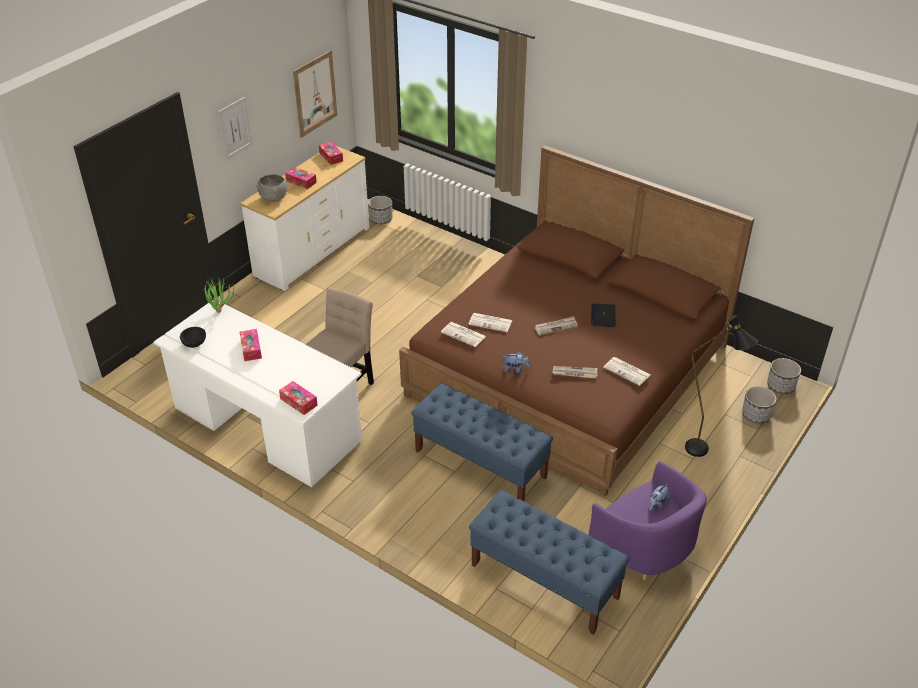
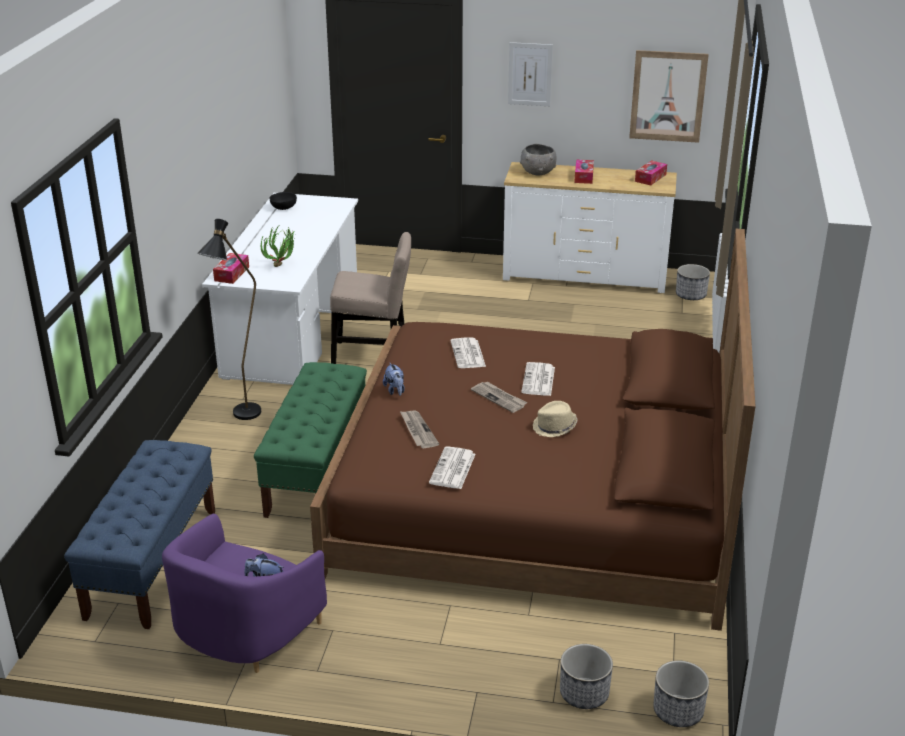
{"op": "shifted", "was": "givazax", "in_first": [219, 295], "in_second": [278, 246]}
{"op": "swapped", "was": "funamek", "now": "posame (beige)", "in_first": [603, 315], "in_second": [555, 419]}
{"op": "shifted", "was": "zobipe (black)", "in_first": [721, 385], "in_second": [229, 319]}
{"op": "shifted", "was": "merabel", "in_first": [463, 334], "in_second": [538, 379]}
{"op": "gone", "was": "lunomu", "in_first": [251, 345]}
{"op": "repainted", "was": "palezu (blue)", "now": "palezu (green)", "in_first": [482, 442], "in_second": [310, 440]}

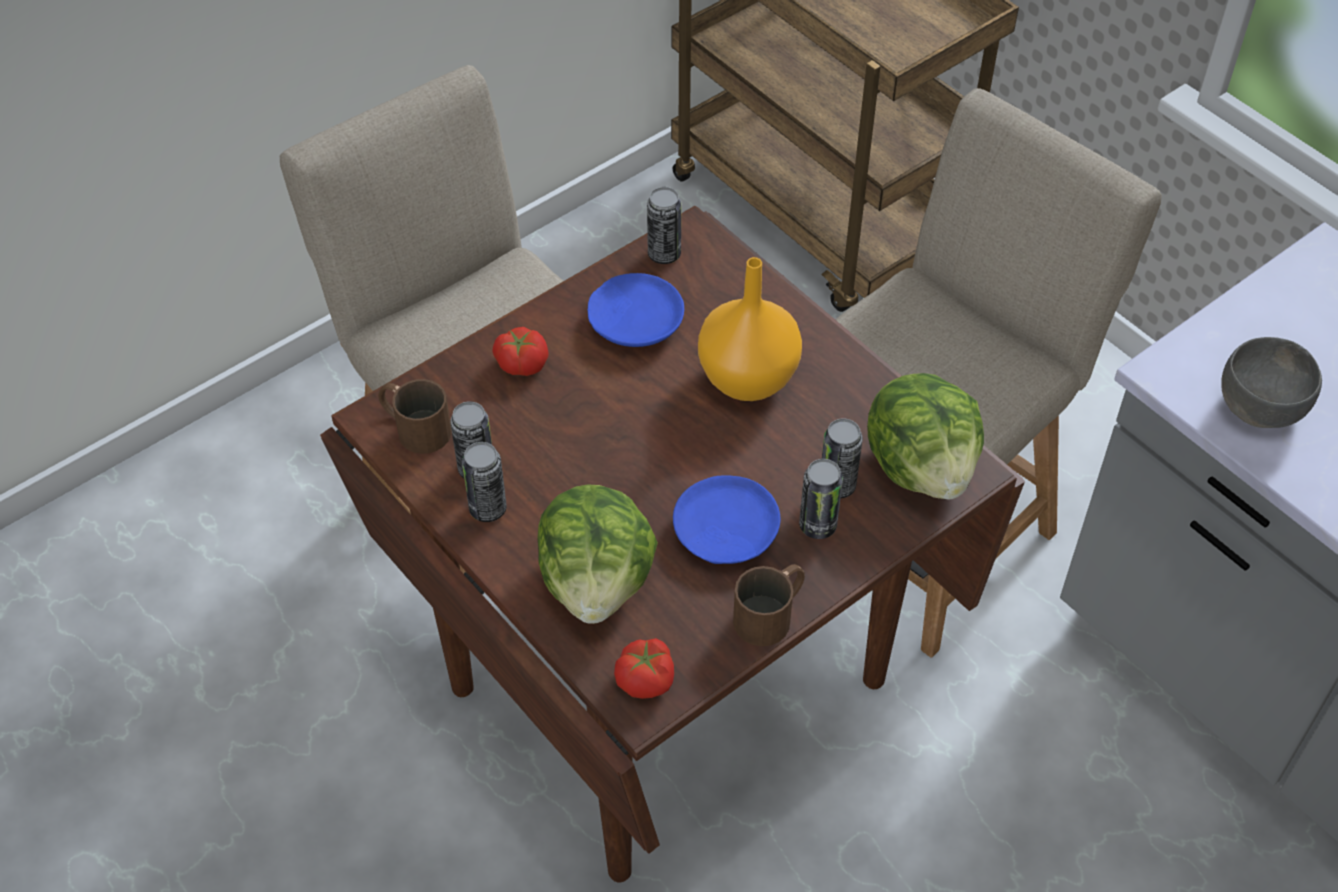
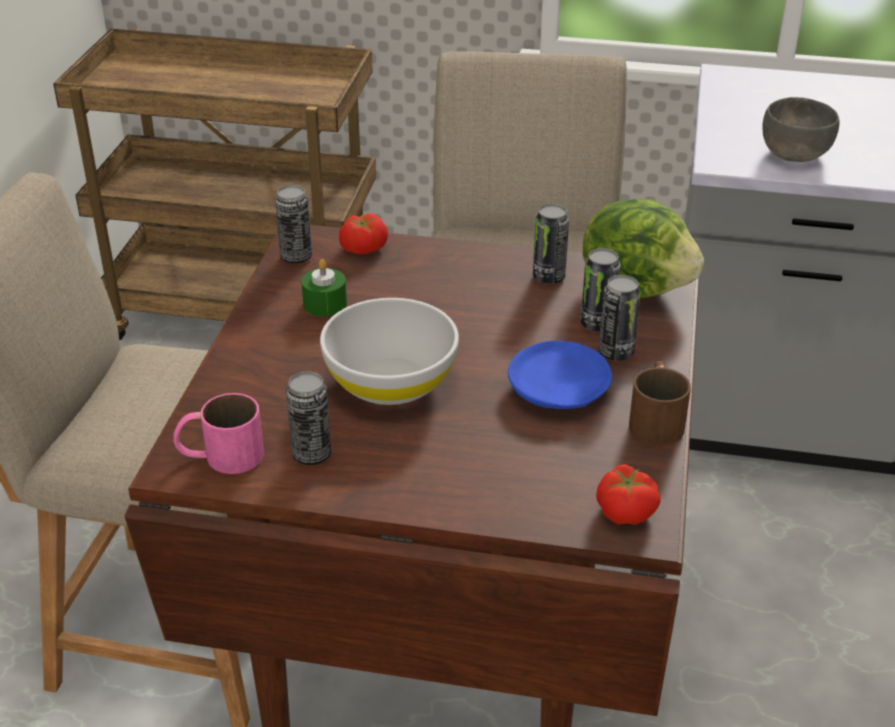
{"op": "gone", "was": "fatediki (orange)", "in_first": [750, 329]}
{"op": "swapped", "was": "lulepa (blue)", "now": "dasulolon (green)", "in_first": [636, 310], "in_second": [324, 288]}
{"op": "shifted", "was": "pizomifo", "in_first": [520, 351], "in_second": [363, 234]}
{"op": "repainted", "was": "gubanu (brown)", "now": "gubanu (pink)", "in_first": [414, 416], "in_second": [218, 433]}
{"op": "shifted", "was": "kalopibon", "in_first": [484, 482], "in_second": [551, 244]}
{"op": "gone", "was": "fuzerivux", "in_first": [597, 554]}
{"op": "new", "now": "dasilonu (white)", "in_second": [389, 351]}

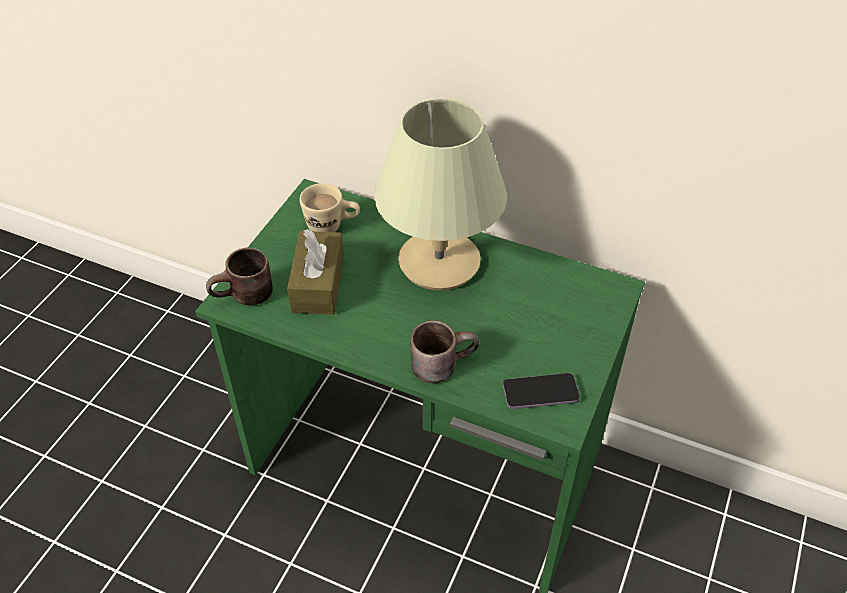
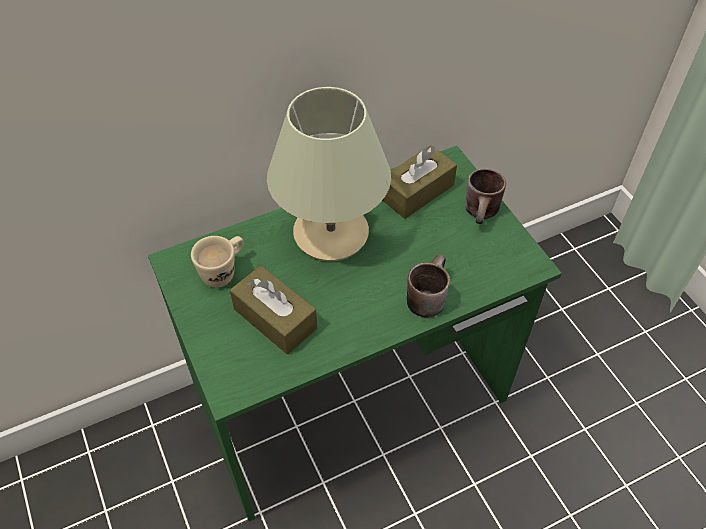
{"op": "shifted", "was": "gubanu (brown)", "in_first": [239, 276], "in_second": [485, 196]}
{"op": "gone", "was": "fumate", "in_first": [541, 391]}
{"op": "new", "now": "lunomu (brown)", "in_second": [419, 182]}

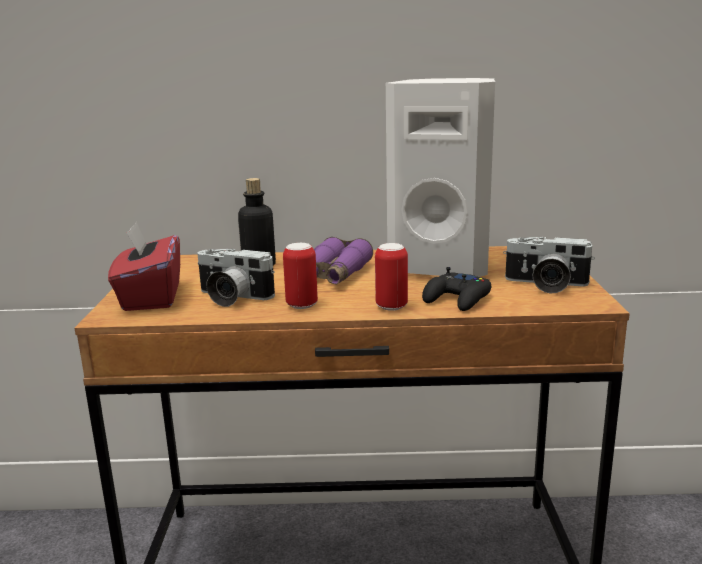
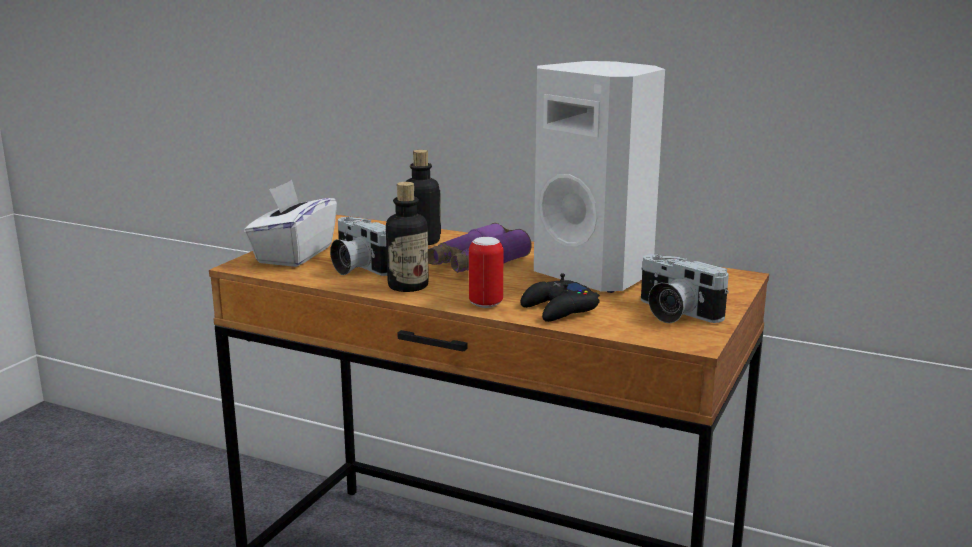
{"op": "repainted", "was": "lunomu (red)", "now": "lunomu (white)", "in_first": [144, 266], "in_second": [290, 223]}
{"op": "swapped", "was": "kalopibon", "now": "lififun", "in_first": [300, 276], "in_second": [407, 237]}

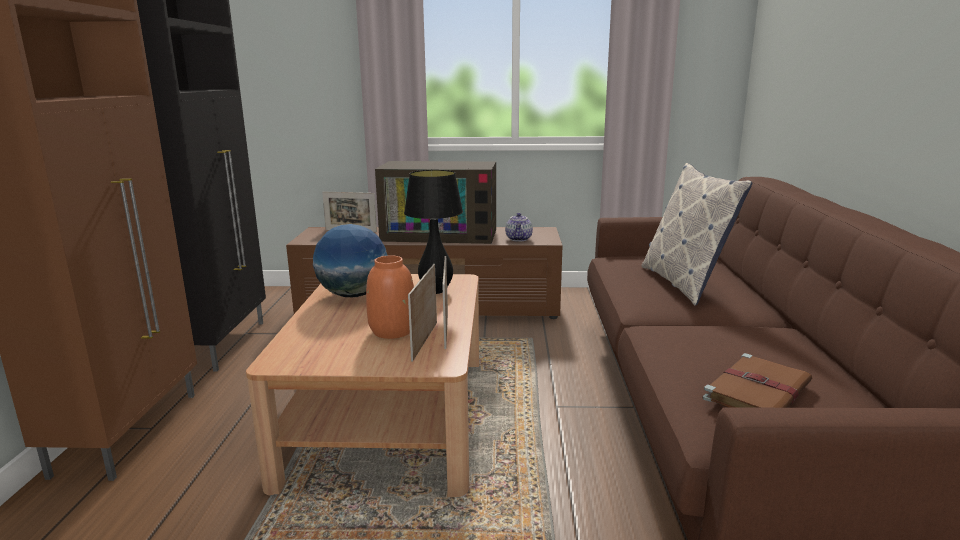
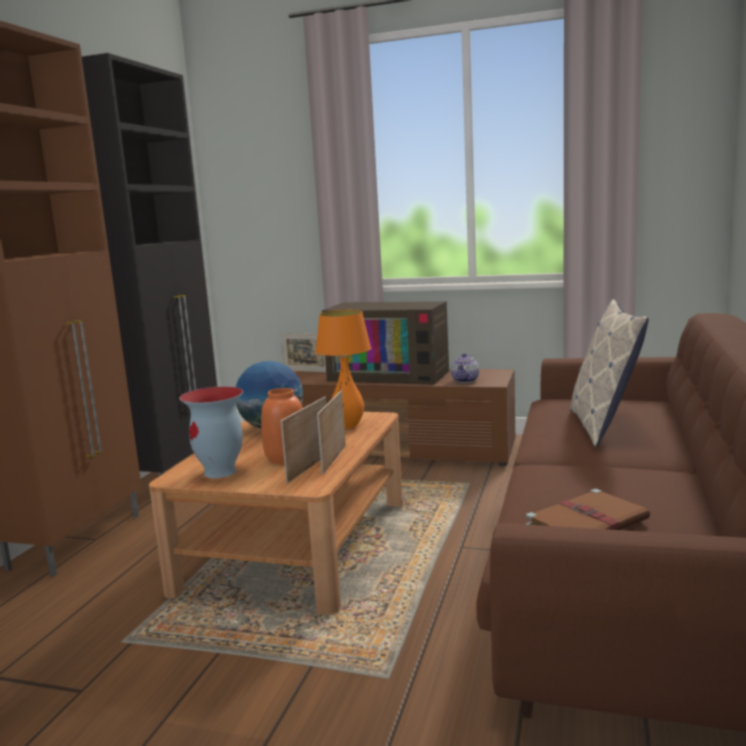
{"op": "repainted", "was": "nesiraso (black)", "now": "nesiraso (orange)", "in_first": [433, 232], "in_second": [343, 369]}
{"op": "new", "now": "fatediki", "in_second": [211, 432]}

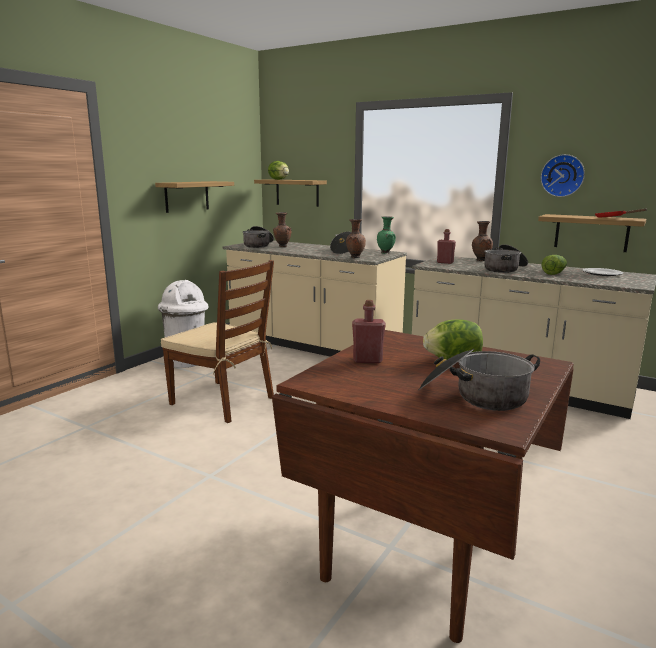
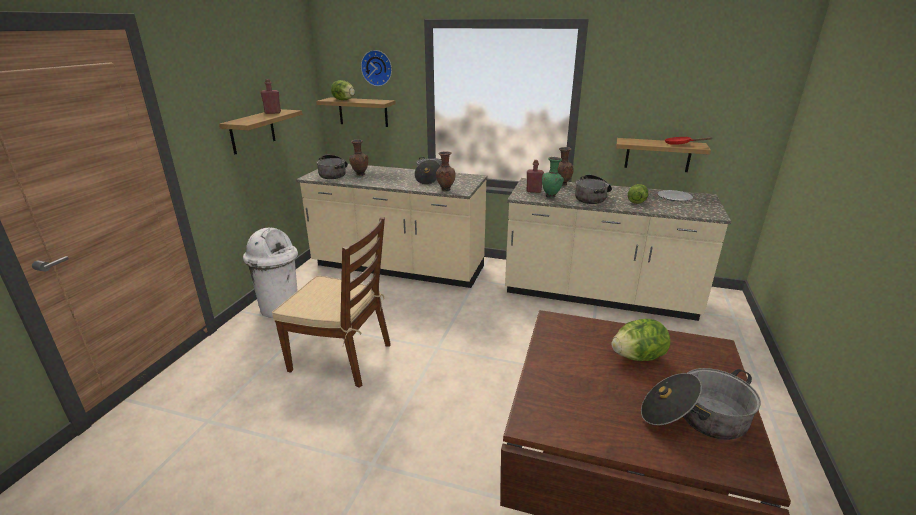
{"op": "shifted", "was": "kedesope", "in_first": [563, 175], "in_second": [376, 68]}
{"op": "shifted", "was": "fatediki (green)", "in_first": [386, 235], "in_second": [553, 177]}
{"op": "shifted", "was": "lififun (red)", "in_first": [369, 331], "in_second": [270, 96]}

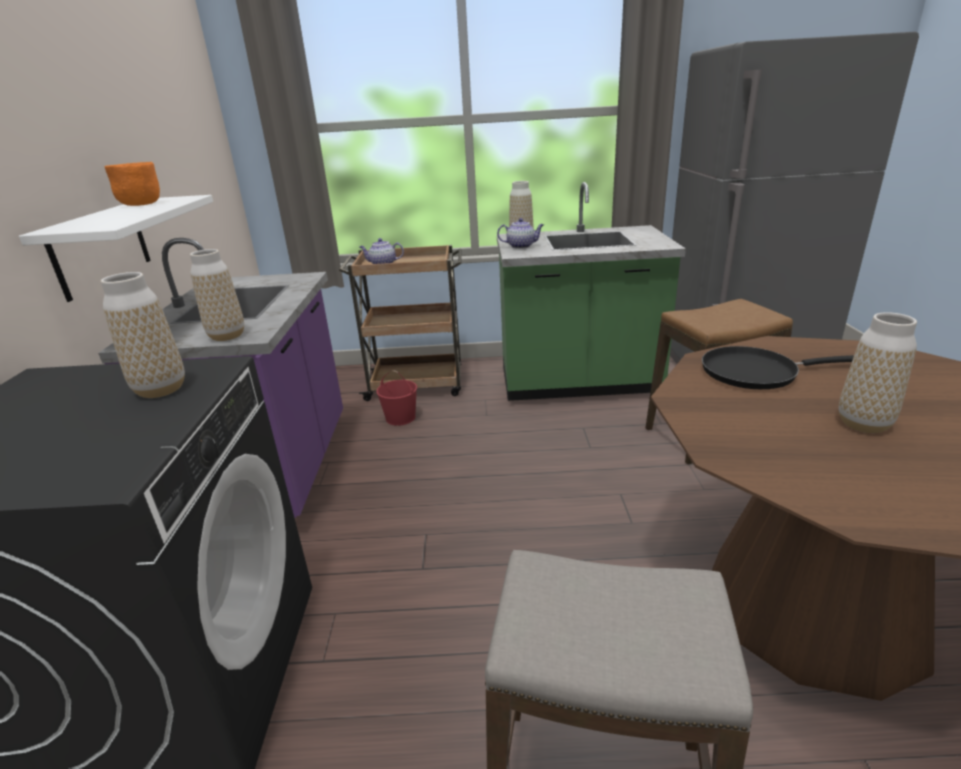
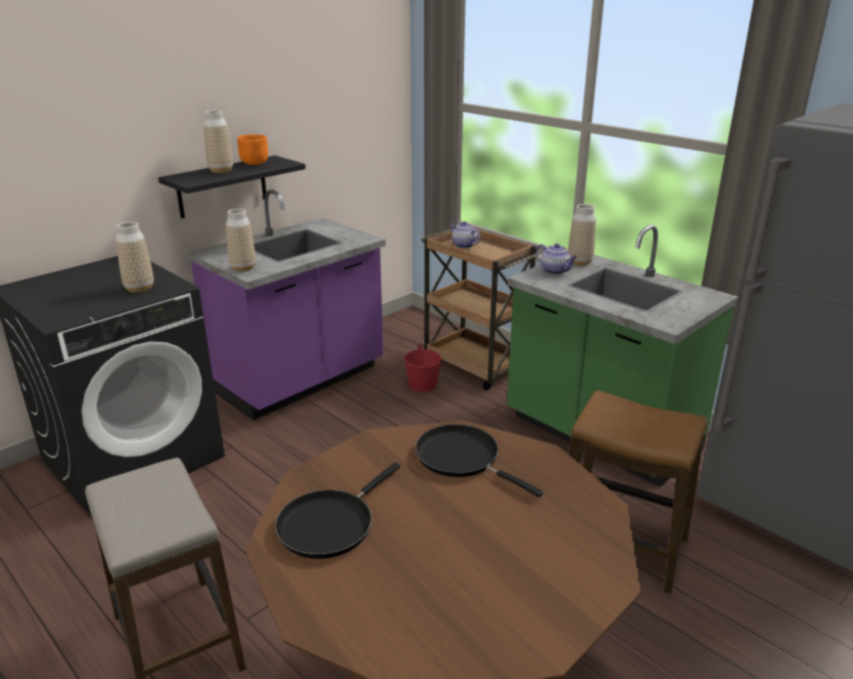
{"op": "repainted", "was": "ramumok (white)", "now": "ramumok (black)", "in_first": [116, 248], "in_second": [232, 186]}
{"op": "shifted", "was": "fatediki", "in_first": [878, 372], "in_second": [218, 141]}
{"op": "new", "now": "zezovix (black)", "in_second": [337, 511]}

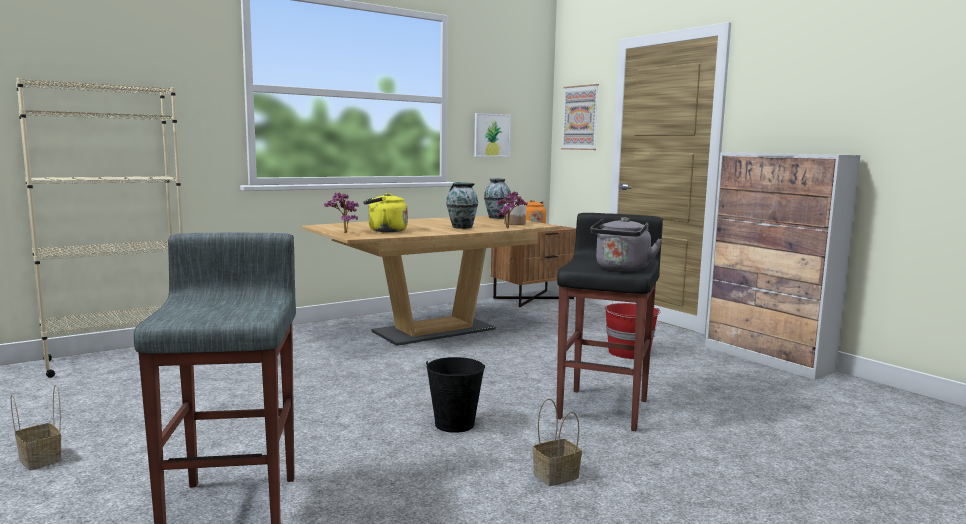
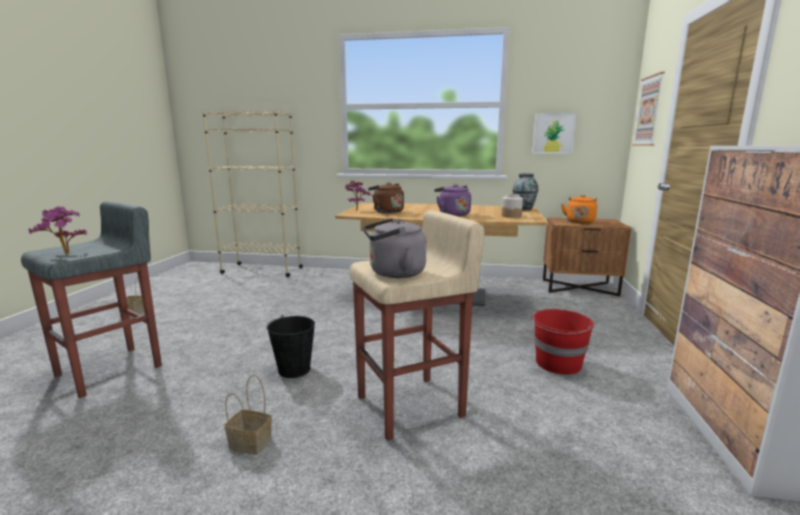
{"op": "swapped", "was": "fatediki", "now": "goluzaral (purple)", "in_first": [462, 205], "in_second": [452, 200]}
{"op": "shifted", "was": "givazax", "in_first": [512, 210], "in_second": [58, 230]}
{"op": "repainted", "was": "goluzaral (yellow)", "now": "goluzaral (brown)", "in_first": [385, 212], "in_second": [386, 197]}
{"op": "repainted", "was": "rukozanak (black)", "now": "rukozanak (beige)", "in_first": [609, 322], "in_second": [417, 325]}

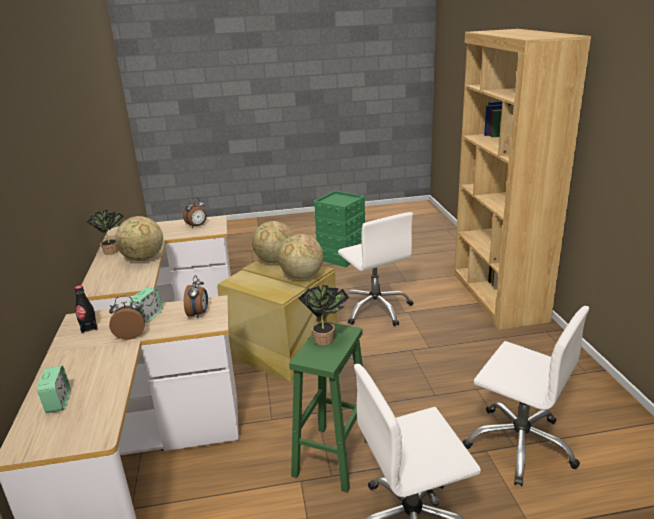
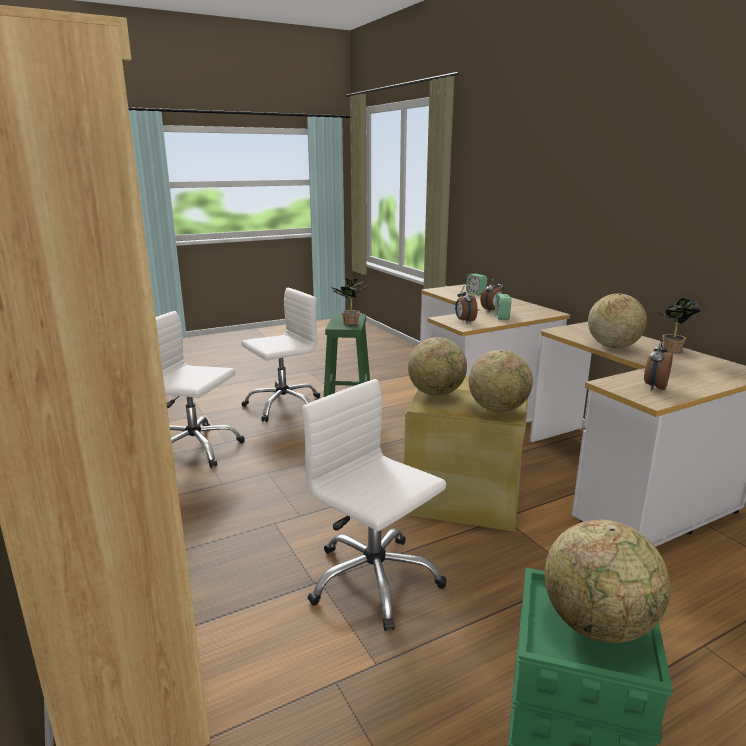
{"op": "gone", "was": "lififun (black)", "in_first": [86, 309]}
{"op": "new", "now": "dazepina", "in_second": [607, 581]}

